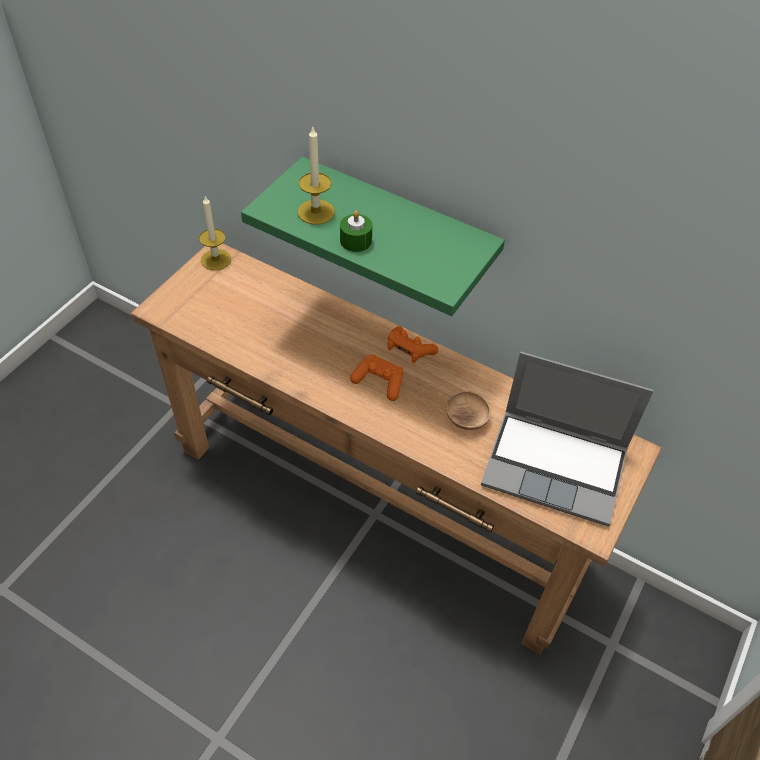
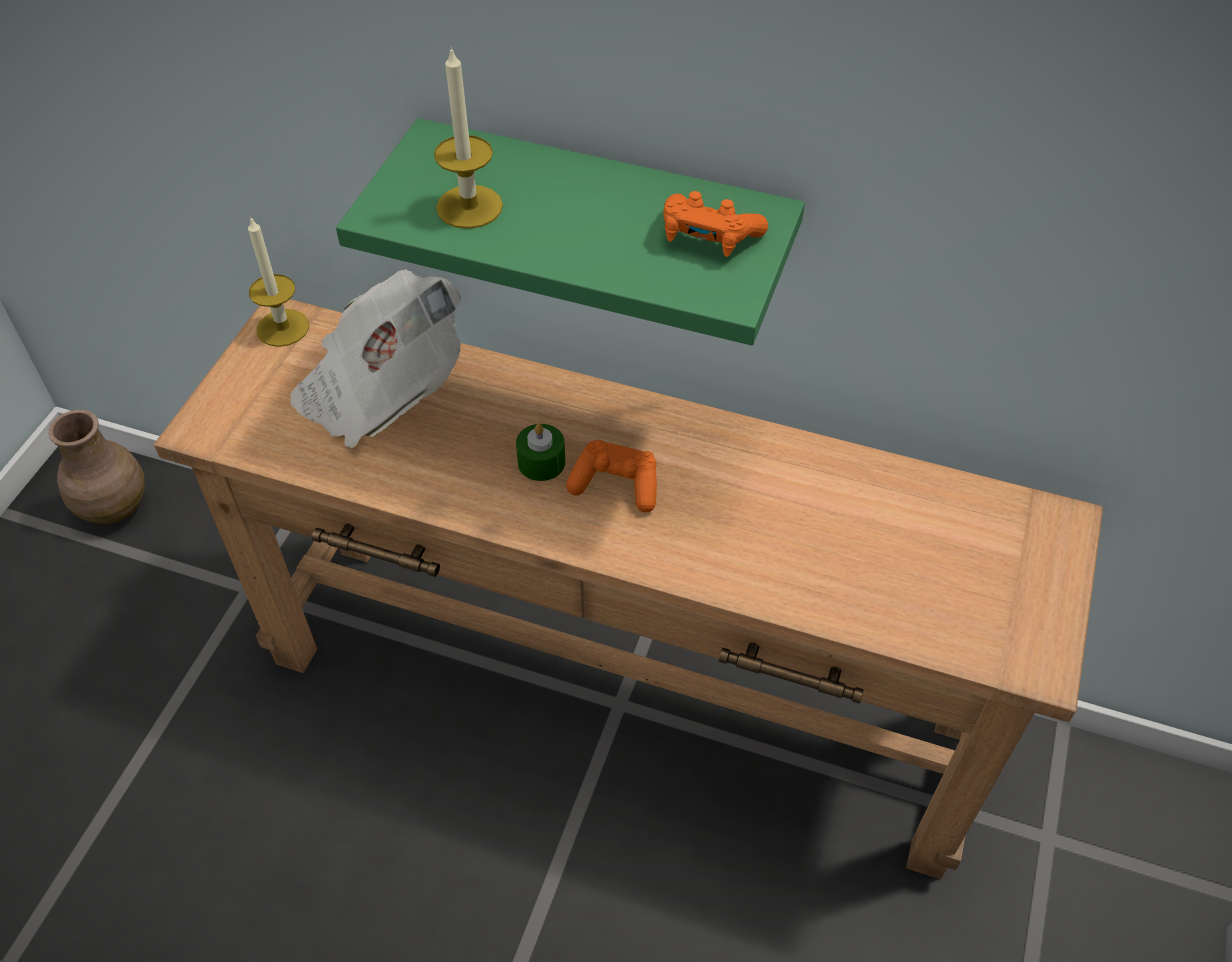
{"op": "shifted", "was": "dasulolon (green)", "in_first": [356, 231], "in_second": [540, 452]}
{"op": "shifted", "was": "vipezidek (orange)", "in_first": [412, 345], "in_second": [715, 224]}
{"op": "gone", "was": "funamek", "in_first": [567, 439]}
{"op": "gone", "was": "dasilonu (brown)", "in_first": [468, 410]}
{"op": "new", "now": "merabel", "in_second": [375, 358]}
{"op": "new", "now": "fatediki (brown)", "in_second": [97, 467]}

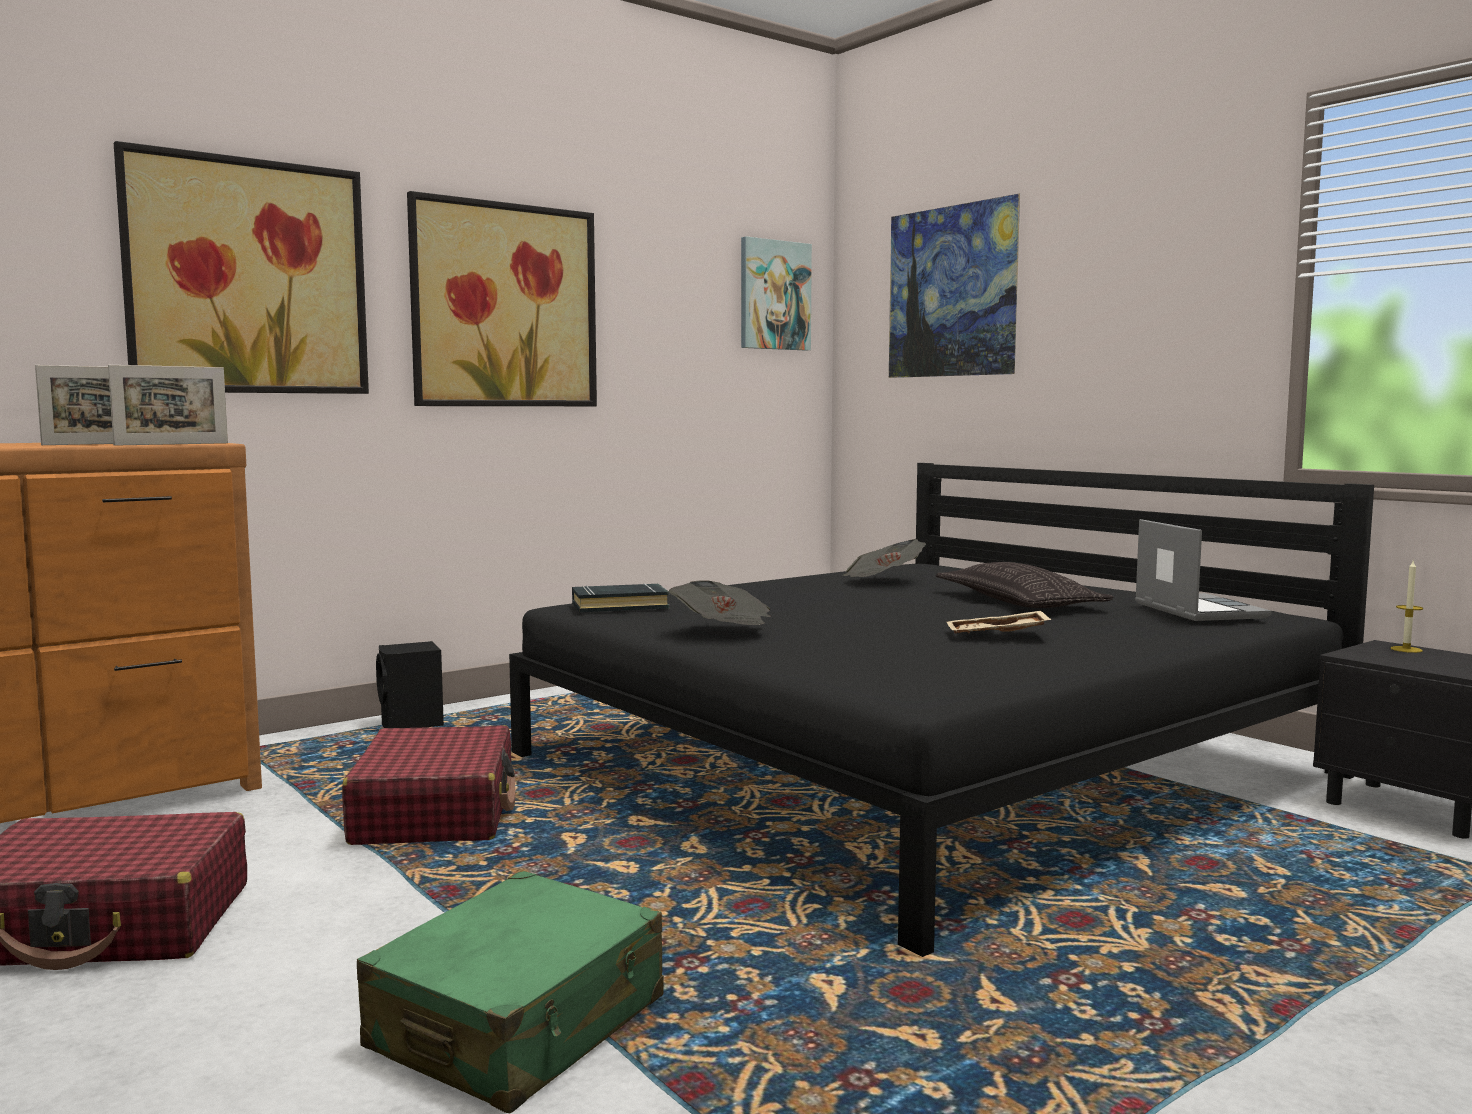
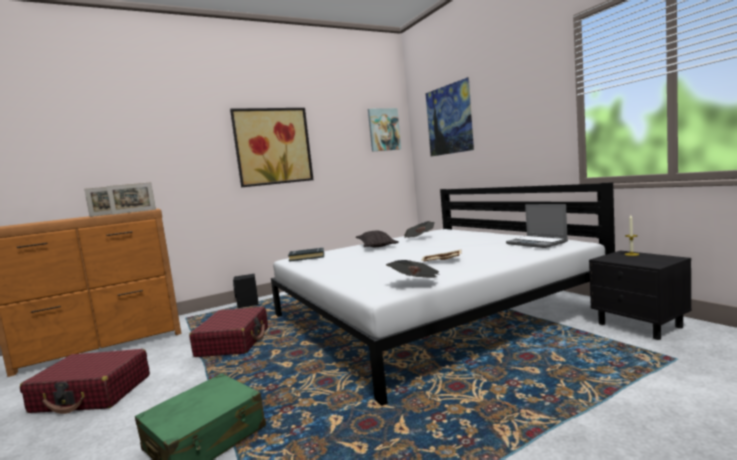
{"op": "gone", "was": "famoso", "in_first": [241, 267]}
{"op": "repainted", "was": "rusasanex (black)", "now": "rusasanex (white)", "in_first": [941, 710], "in_second": [443, 294]}
{"op": "rotated", "was": "funamek", "in_first": [1203, 570], "in_second": [537, 226], "clockwise": 150}
{"op": "shifted", "was": "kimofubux", "in_first": [1025, 585], "in_second": [377, 239]}
{"op": "shifted", "was": "merabel", "in_first": [720, 602], "in_second": [413, 269]}

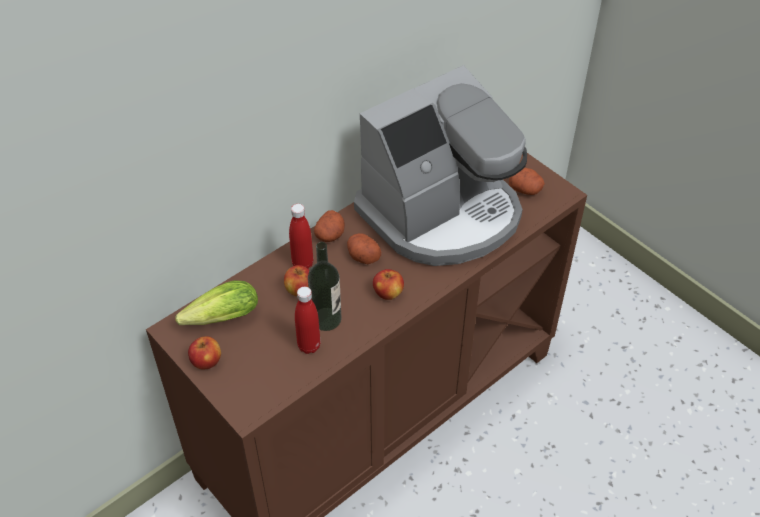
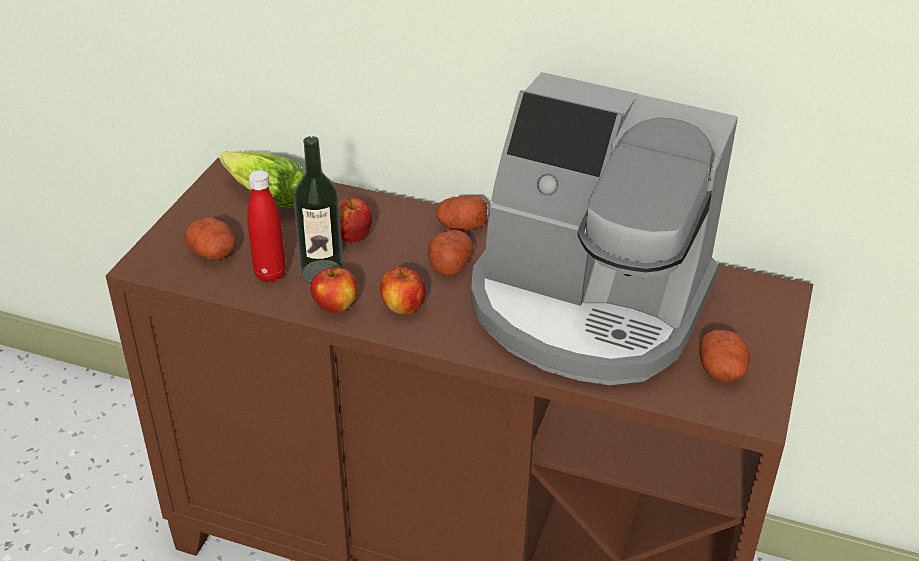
{"op": "gone", "was": "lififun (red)", "in_first": [301, 236]}
{"op": "shifted", "was": "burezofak", "in_first": [204, 352], "in_second": [334, 290]}
{"op": "new", "now": "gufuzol", "in_second": [210, 239]}

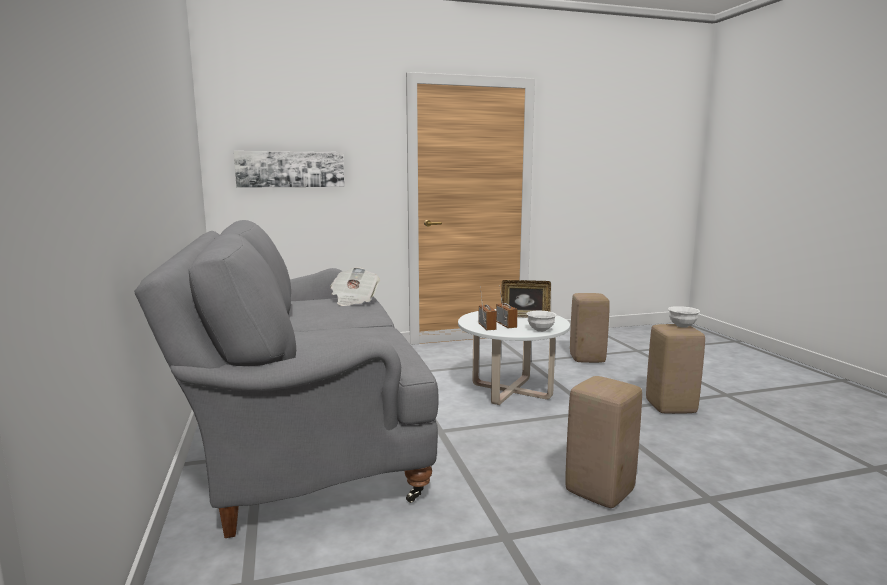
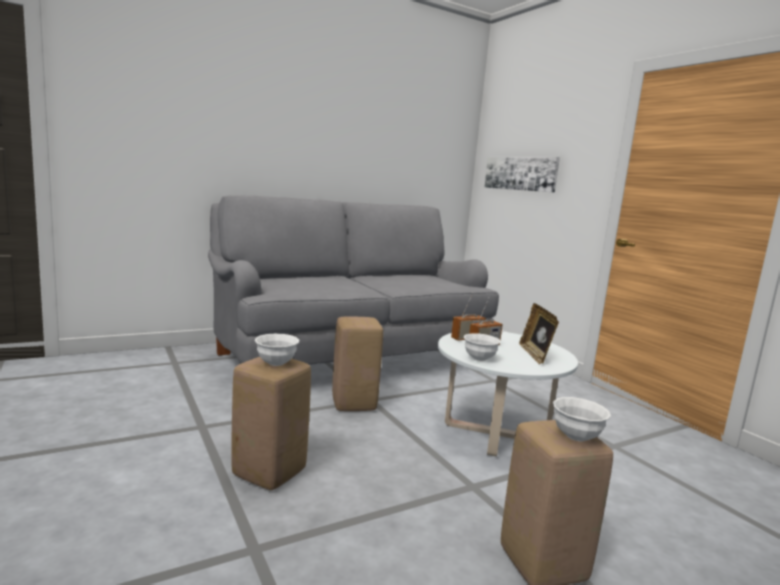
{"op": "gone", "was": "merabel", "in_first": [355, 286]}
{"op": "shifted", "was": "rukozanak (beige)", "in_first": [590, 328], "in_second": [357, 364]}
{"op": "new", "now": "dasilonu (white)", "in_second": [277, 350]}

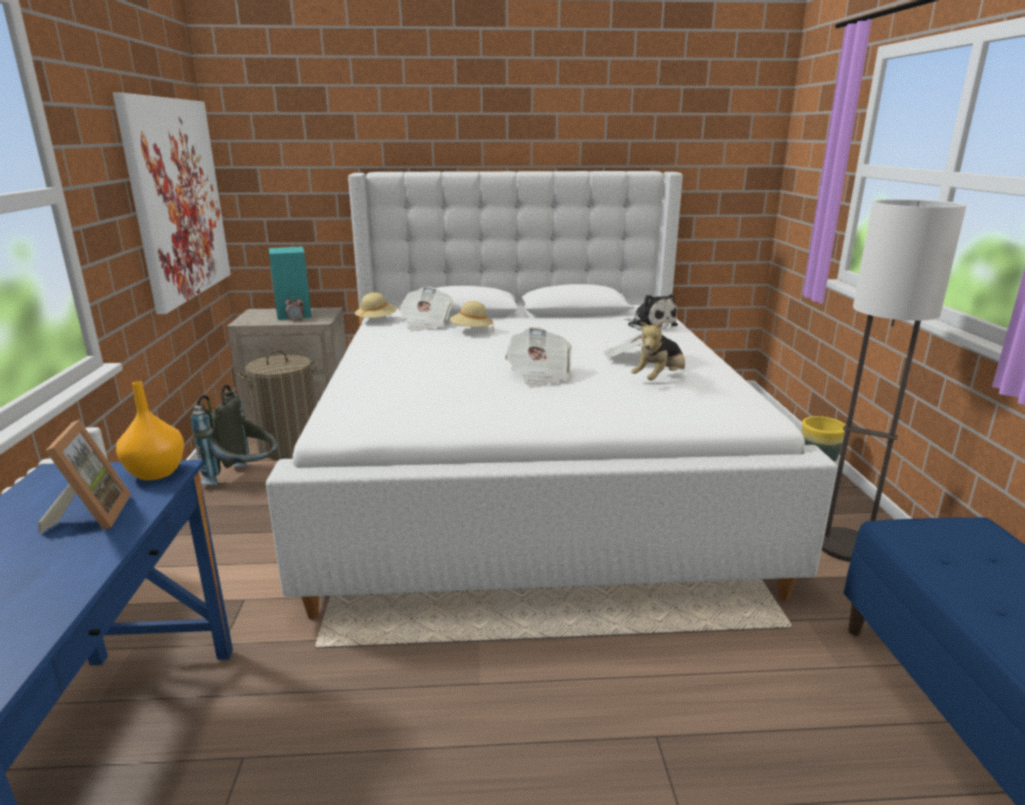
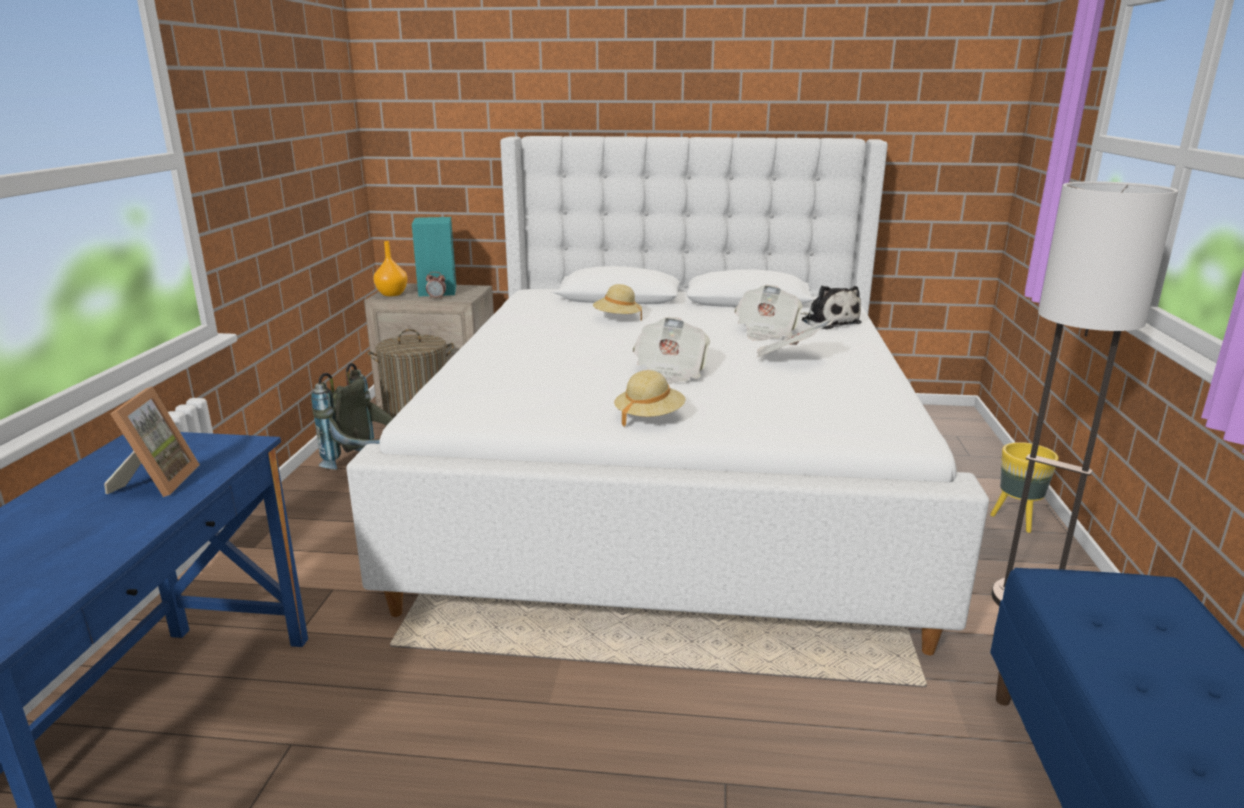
{"op": "gone", "was": "famoso", "in_first": [172, 203]}
{"op": "shifted", "was": "merabel", "in_first": [426, 309], "in_second": [769, 313]}
{"op": "shifted", "was": "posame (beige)", "in_first": [376, 308], "in_second": [650, 398]}
{"op": "gone", "was": "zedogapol", "in_first": [658, 350]}
{"op": "shifted", "was": "fatediki (orange)", "in_first": [150, 430], "in_second": [390, 268]}

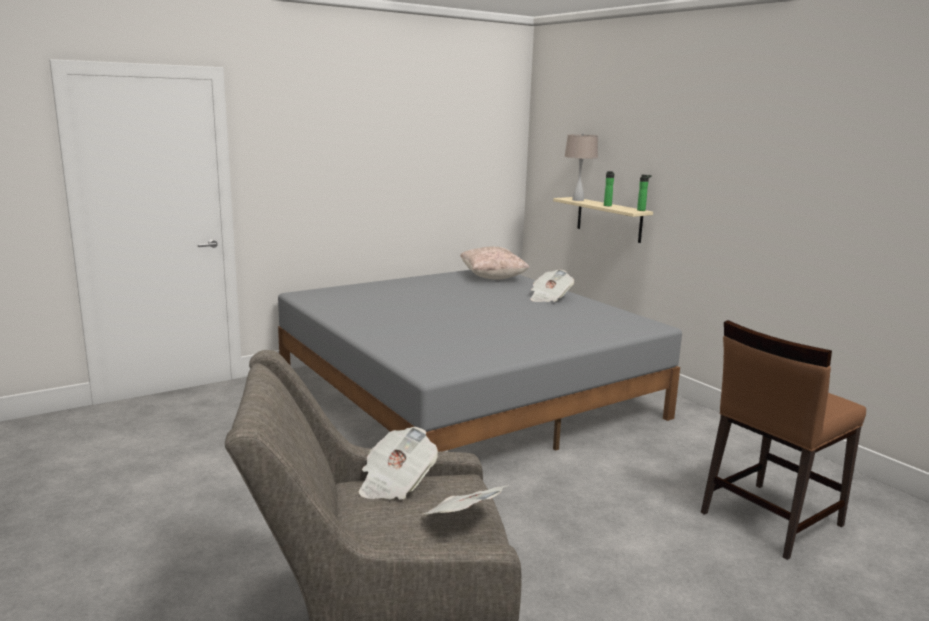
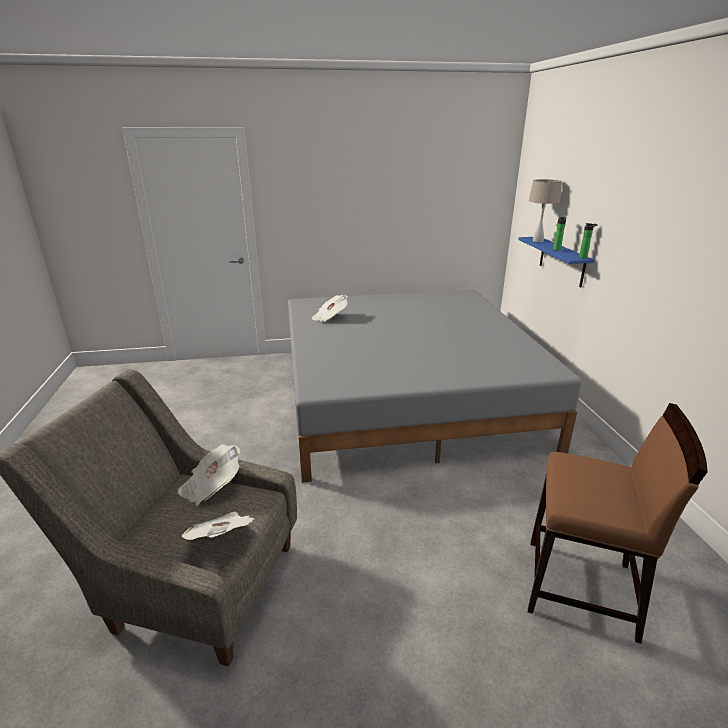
{"op": "repainted", "was": "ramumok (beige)", "now": "ramumok (blue)", "in_first": [603, 220], "in_second": [556, 262]}
{"op": "gone", "was": "kimofubux (beige)", "in_first": [494, 263]}
{"op": "shifted", "was": "merabel", "in_first": [552, 286], "in_second": [329, 308]}
{"op": "rotated", "was": "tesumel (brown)", "in_first": [783, 440], "in_second": [618, 523], "clockwise": -150}

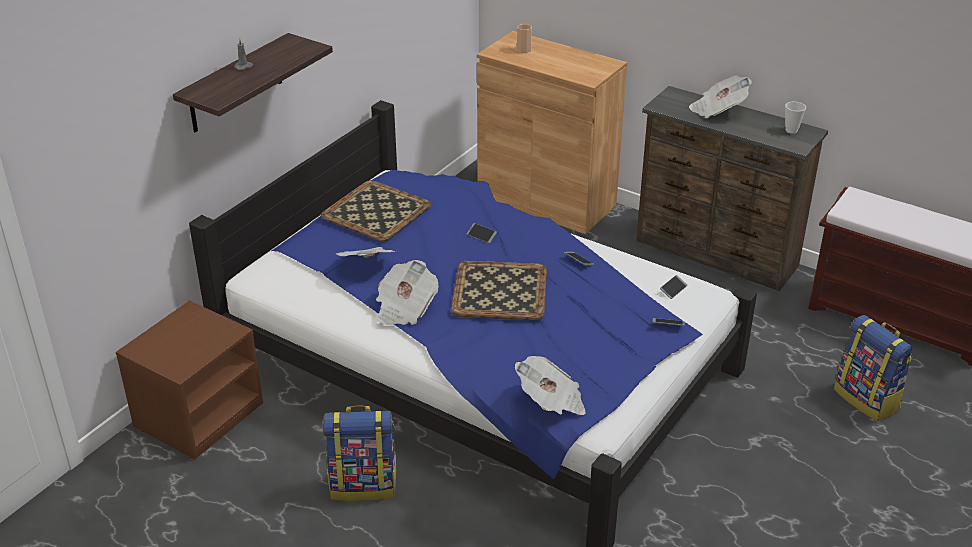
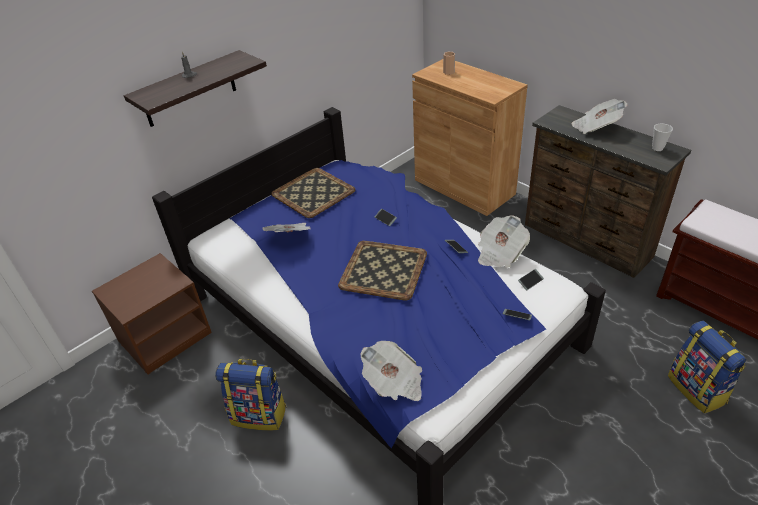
{"op": "shifted", "was": "merabel", "in_first": [407, 292], "in_second": [504, 241]}

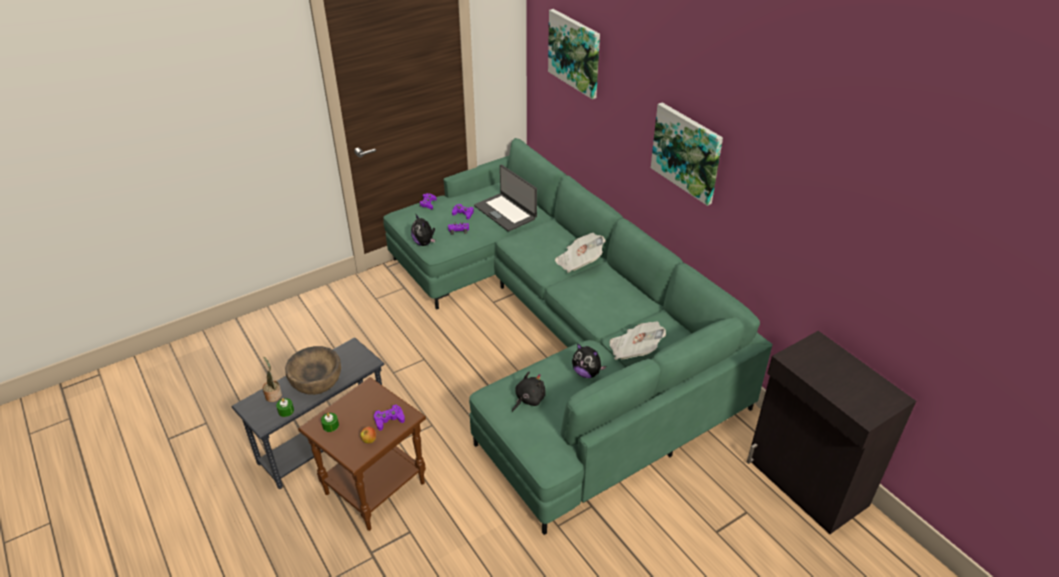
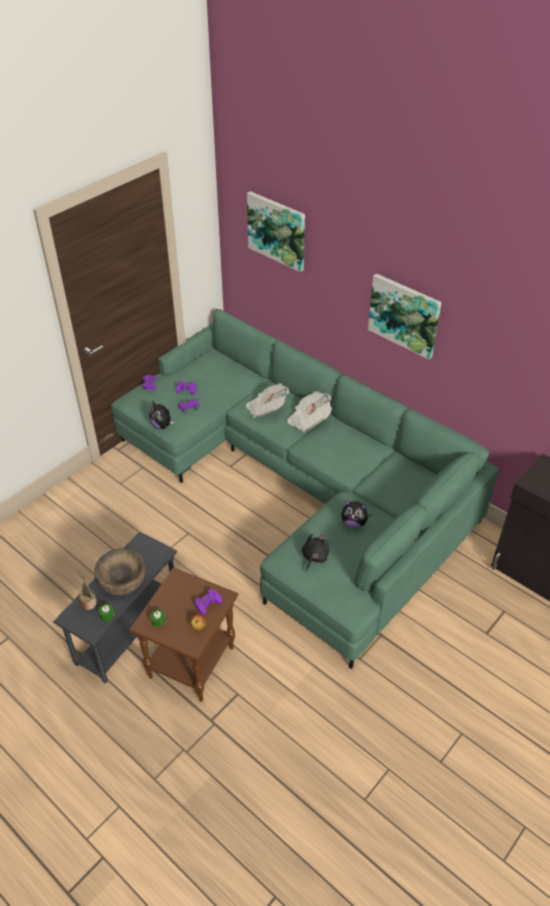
{"op": "gone", "was": "funamek", "in_first": [505, 198]}
{"op": "shifted", "was": "merabel", "in_first": [637, 340], "in_second": [267, 400]}

